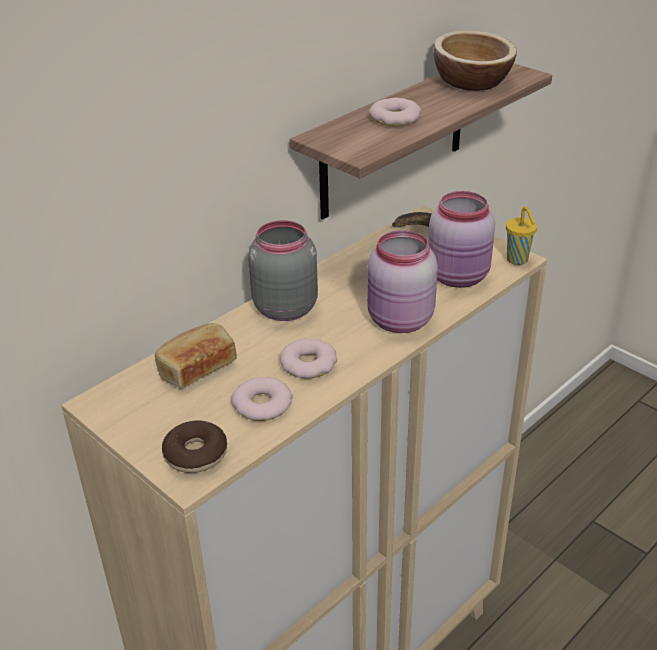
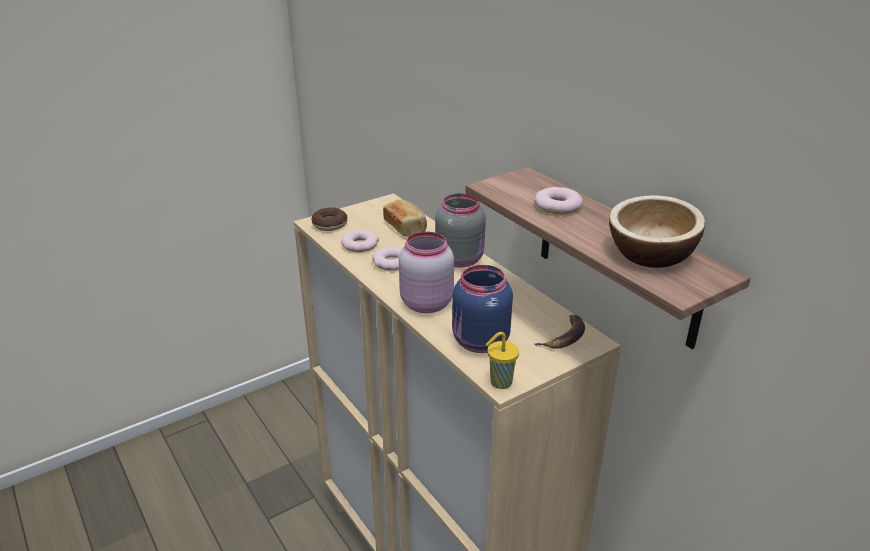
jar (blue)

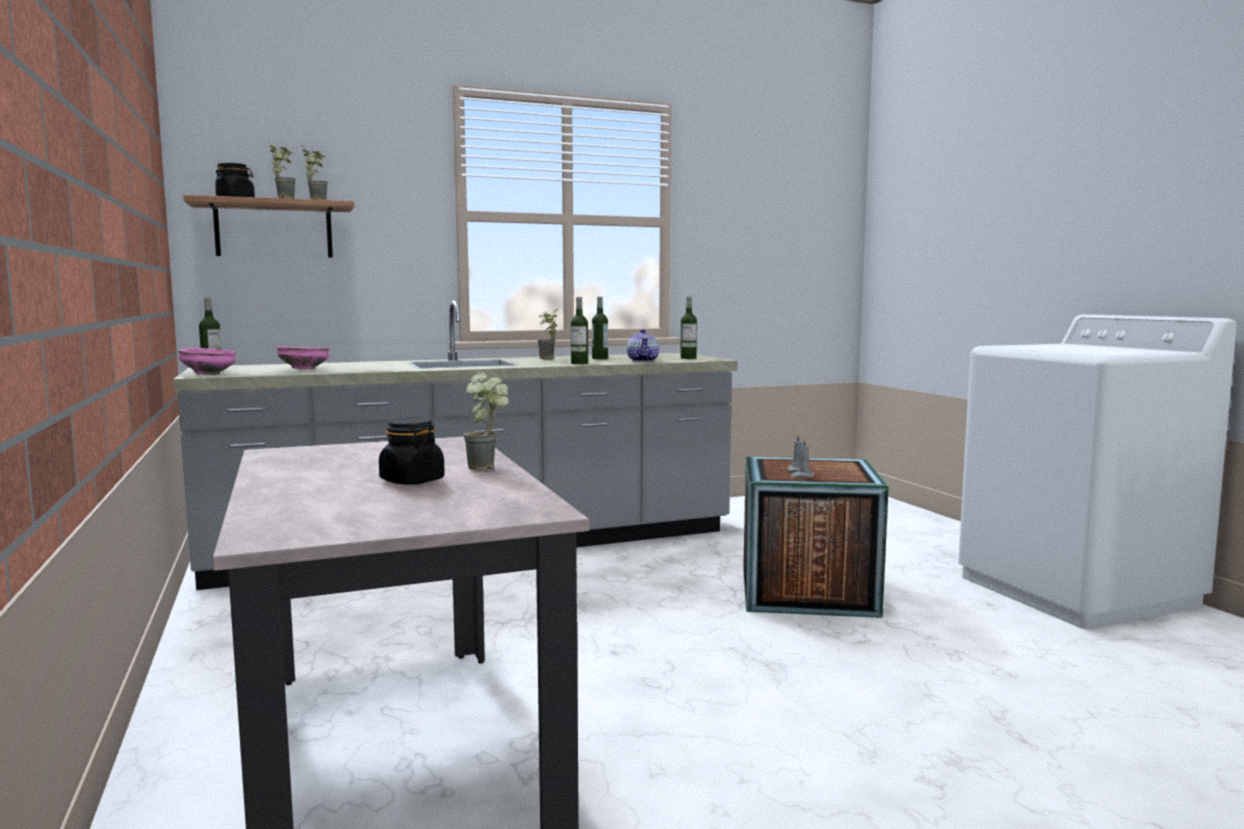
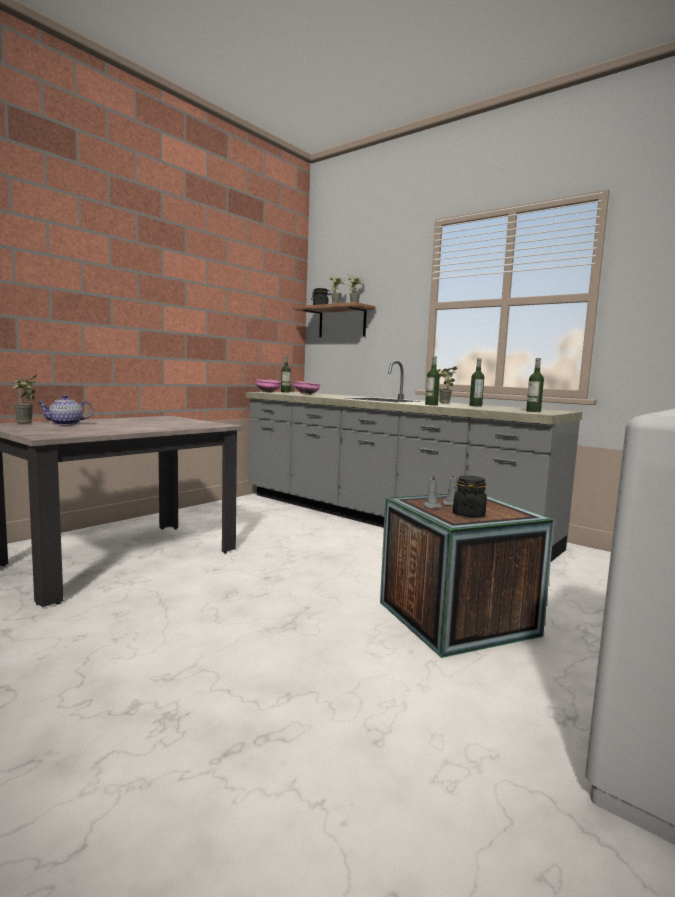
potted plant (no. 1 from left)
teapot
jar (black) (no. 2 from left)

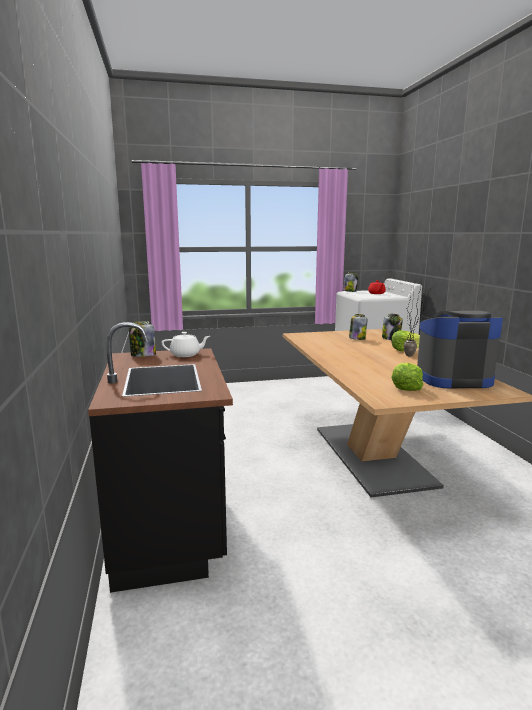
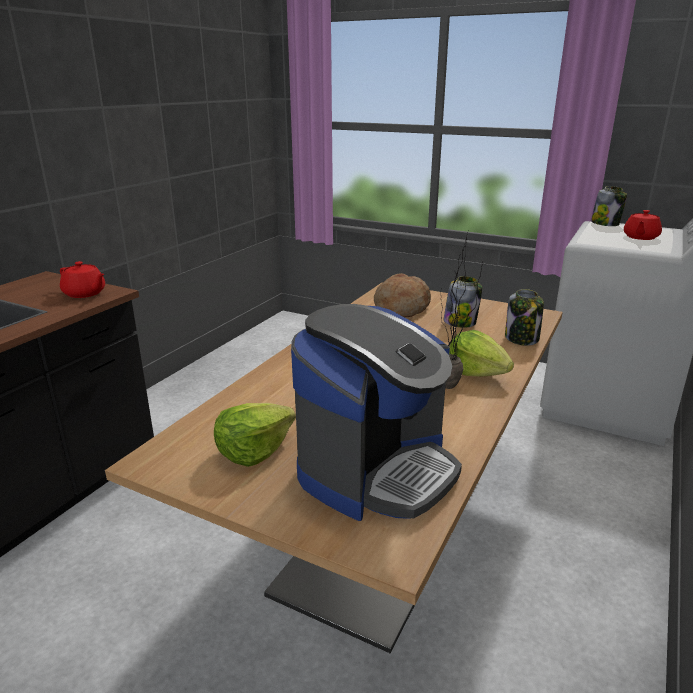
teapot (red) (no. 1 from left)
coffee machine
bread
jar (no. 1 from left in the first image)

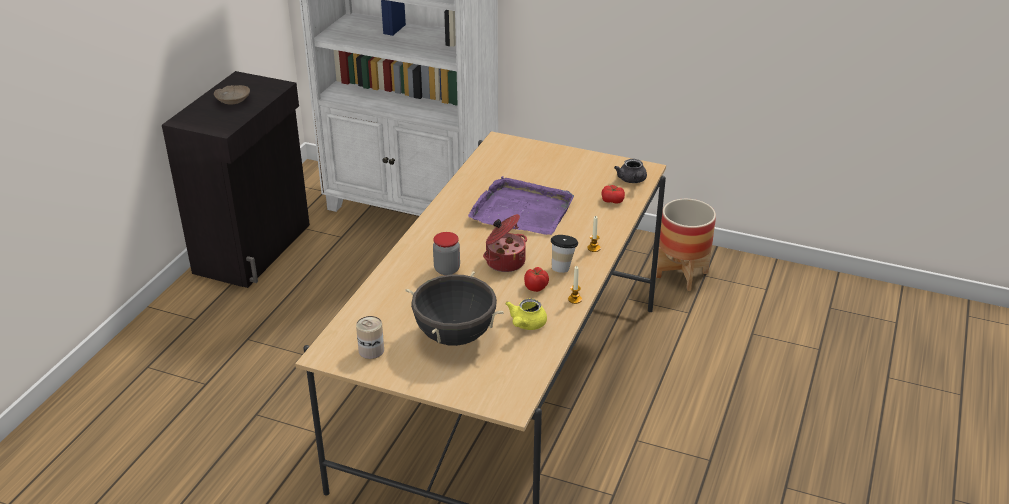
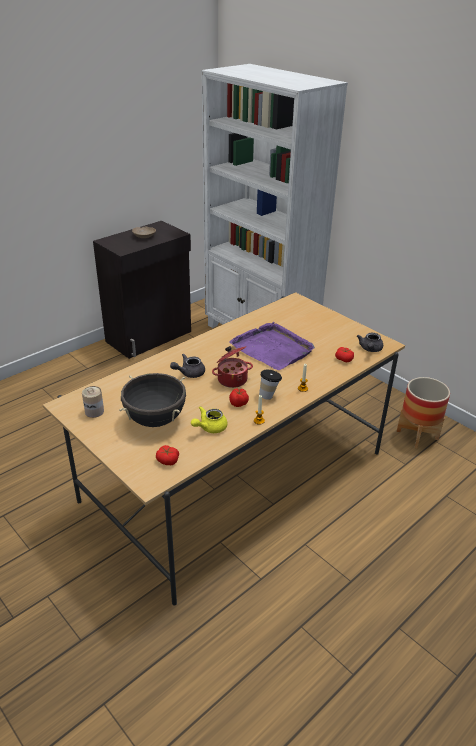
tomato (no. 1 from left)
teapot (grey) (no. 1 from left)

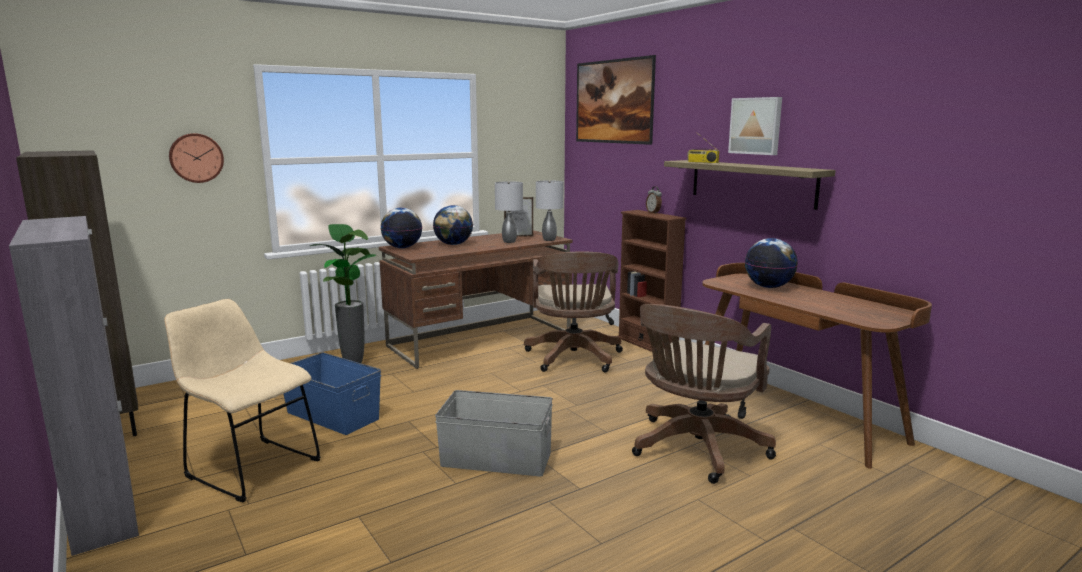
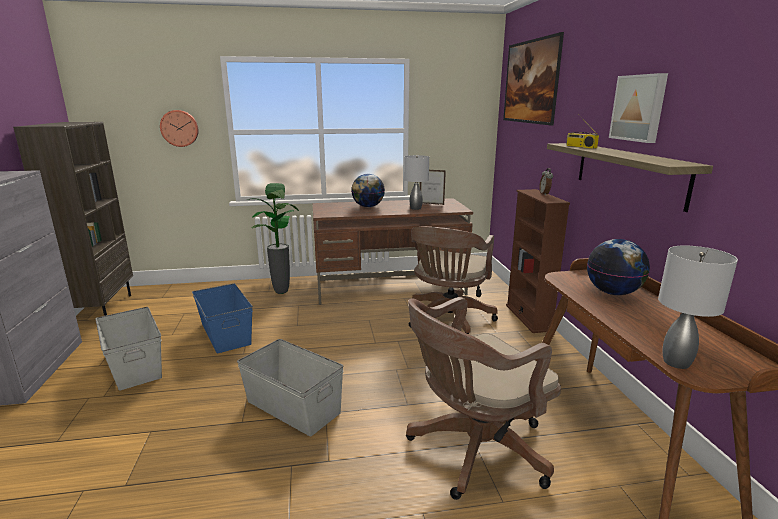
storage box (grey) (no. 1 from left)
table lamp (grey) (no. 2 from left)
globe (no. 1 from left in the first image)

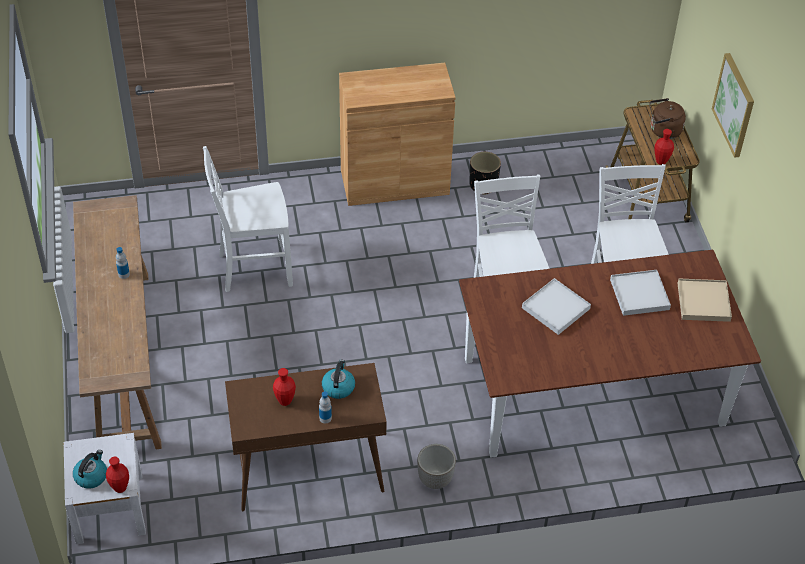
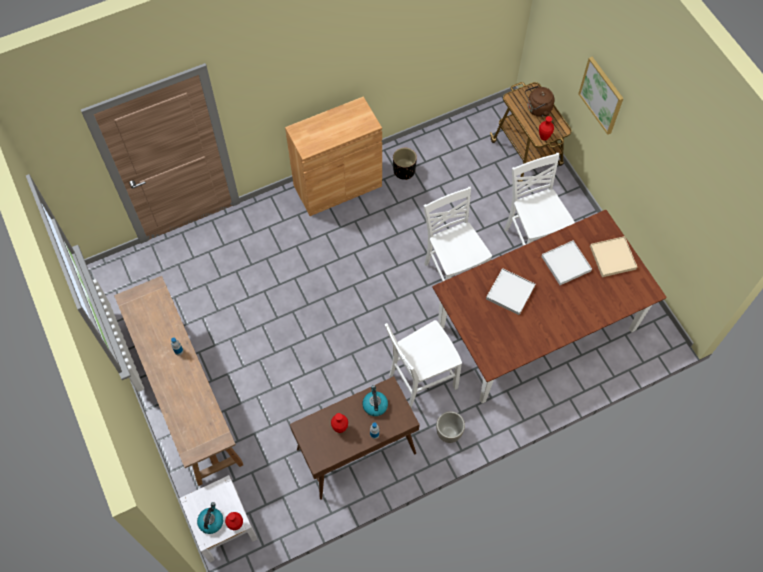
chair (white) (no. 1 from left)

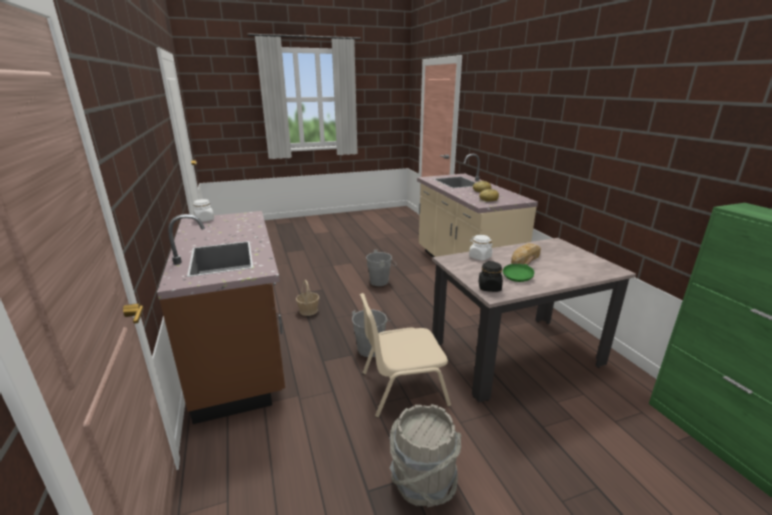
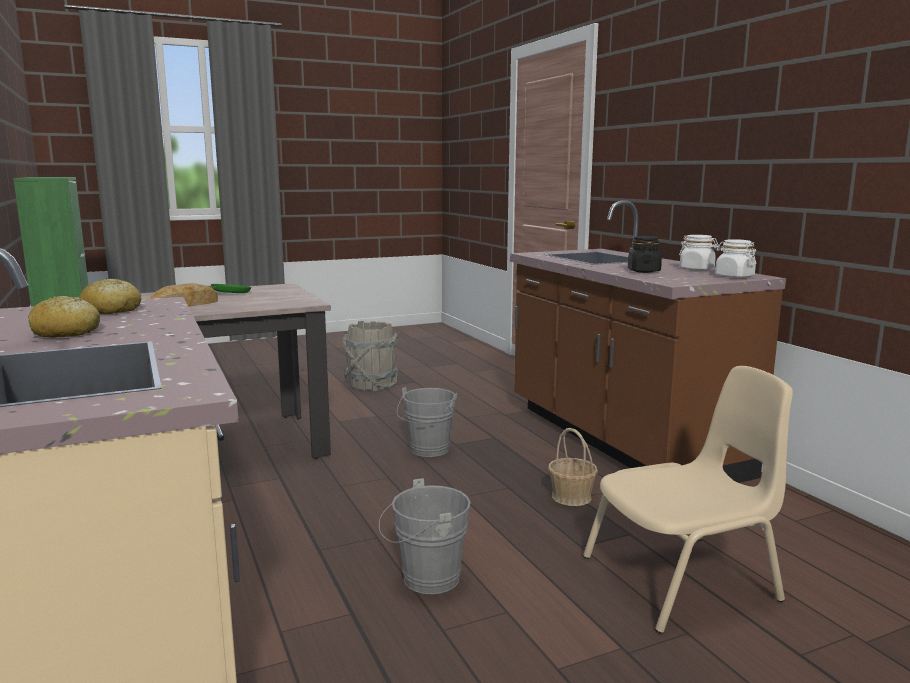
chair (beige)
jar (black)
jar (white) (no. 1 from left)

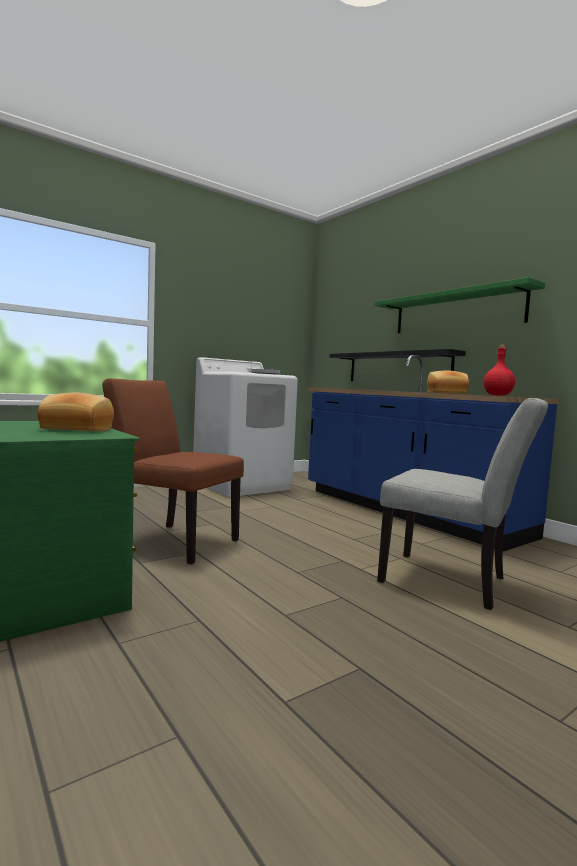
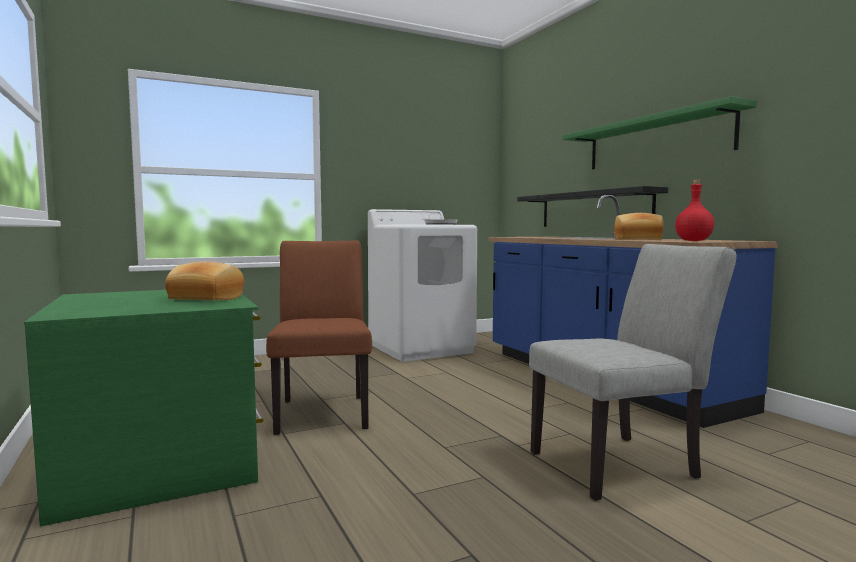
chair (brown)
chair (grey)

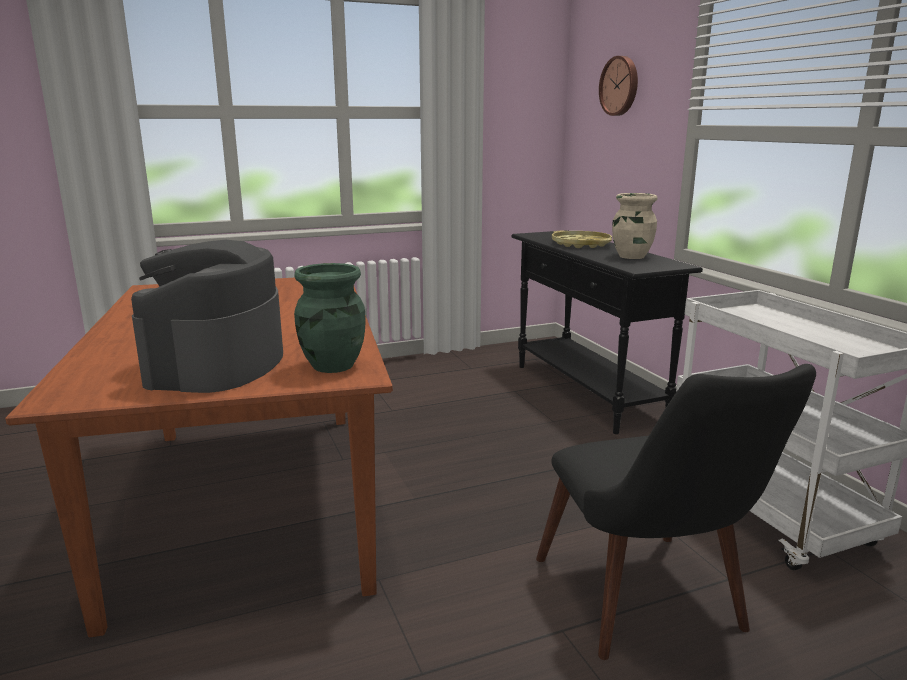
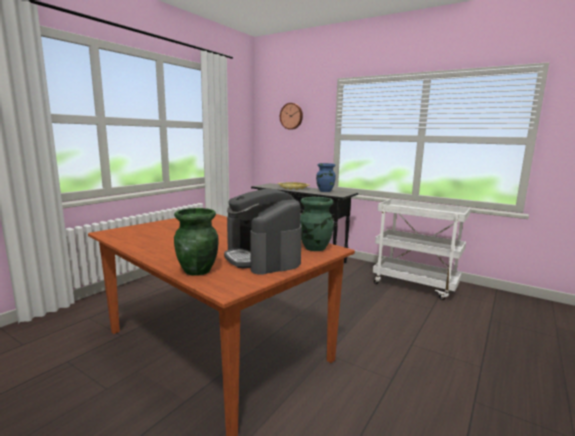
vase (green) (no. 1 from left)
vase (blue)
chair (black)

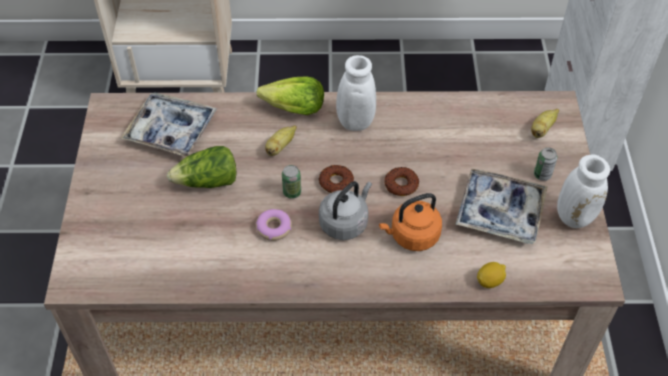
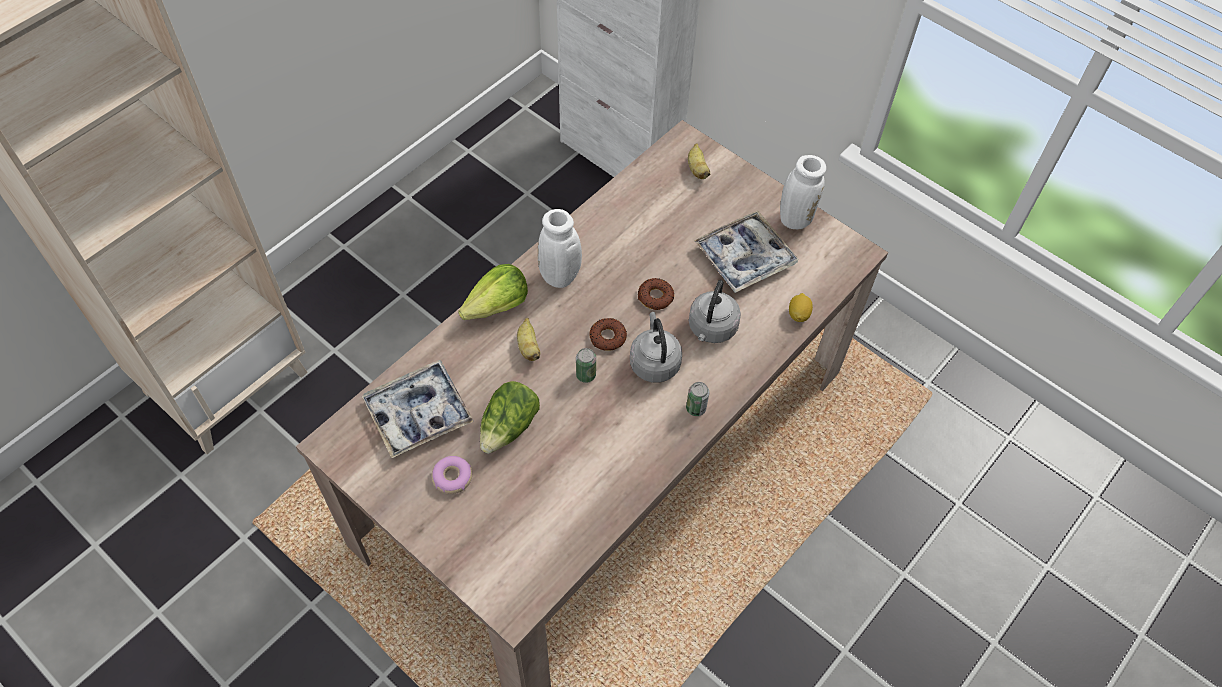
donut (no. 1 from left)
can (no. 2 from left)
kettle (grey) (no. 2 from left)

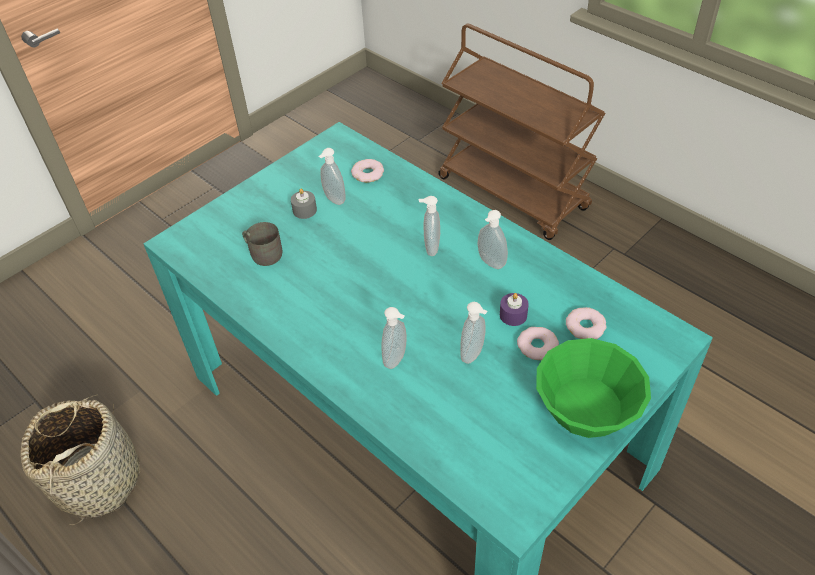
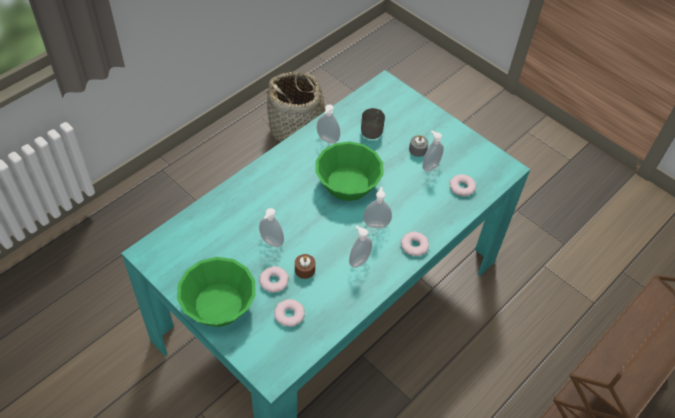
candle (brown)
bowl (green) (no. 2 from left)
soap dispenser (no. 2 from left)
donut (no. 3 from left)

